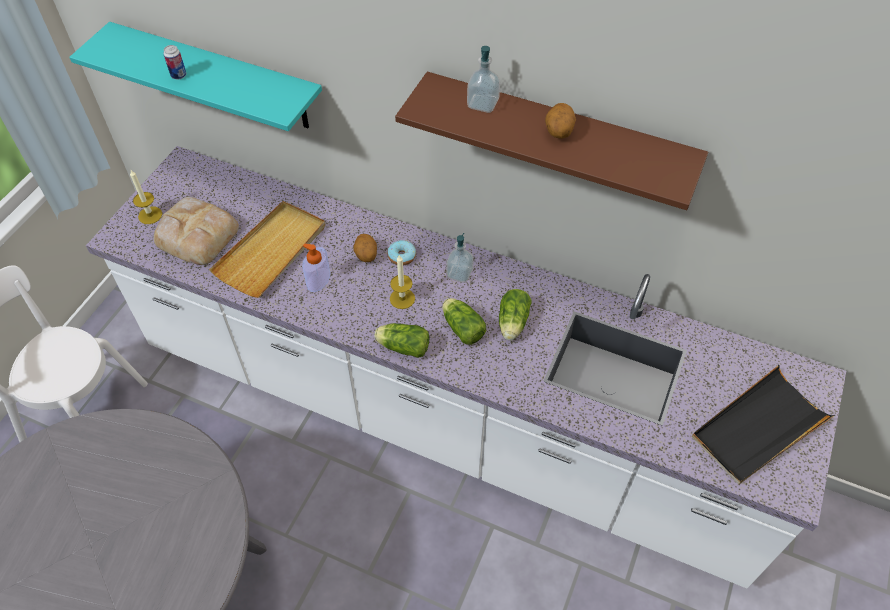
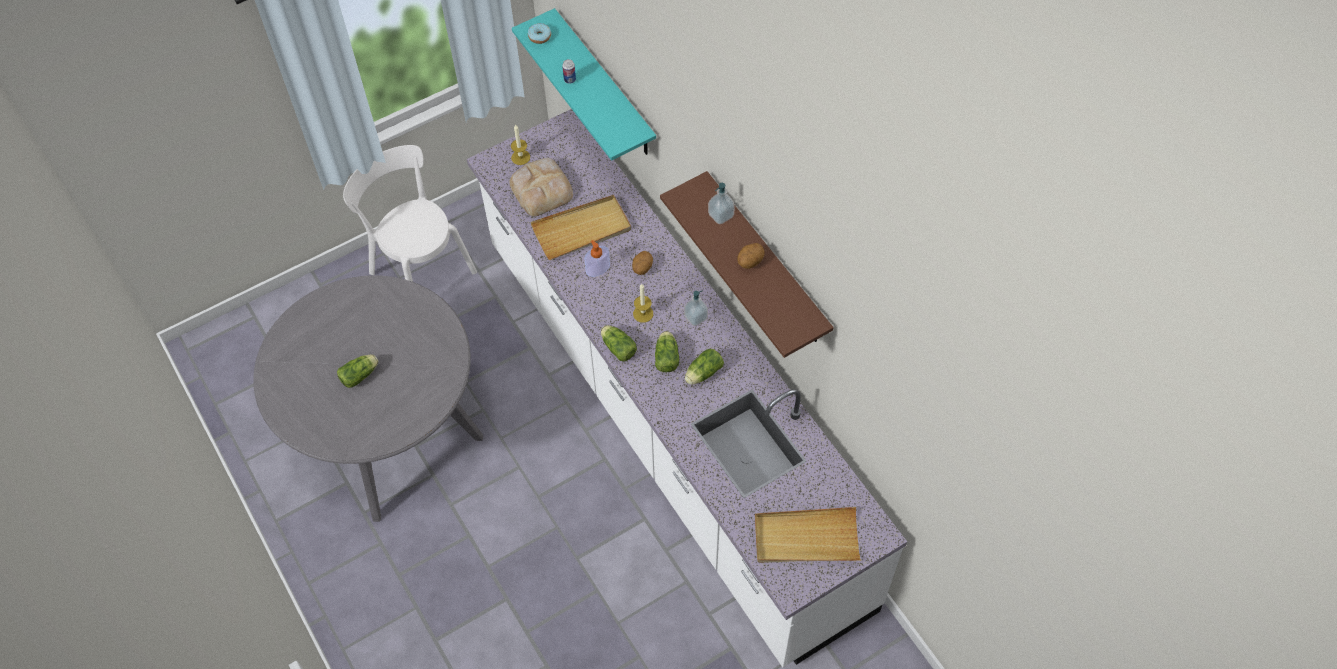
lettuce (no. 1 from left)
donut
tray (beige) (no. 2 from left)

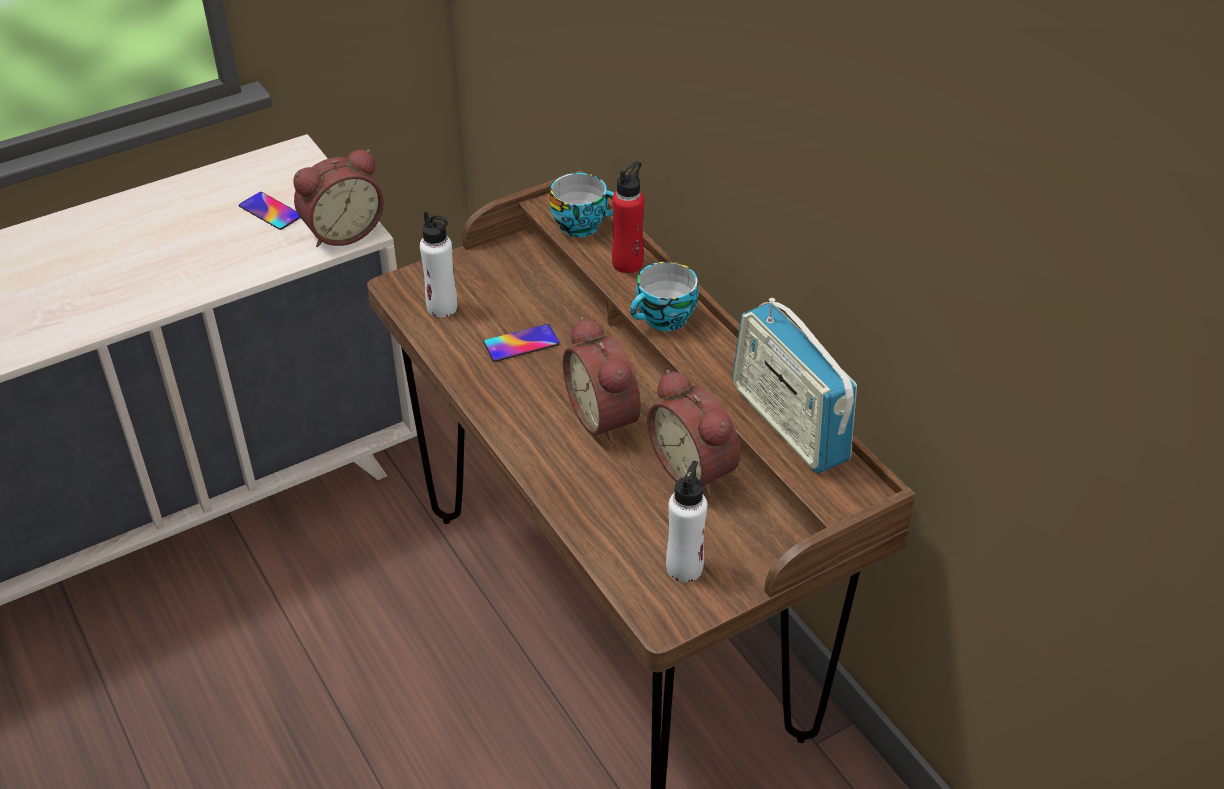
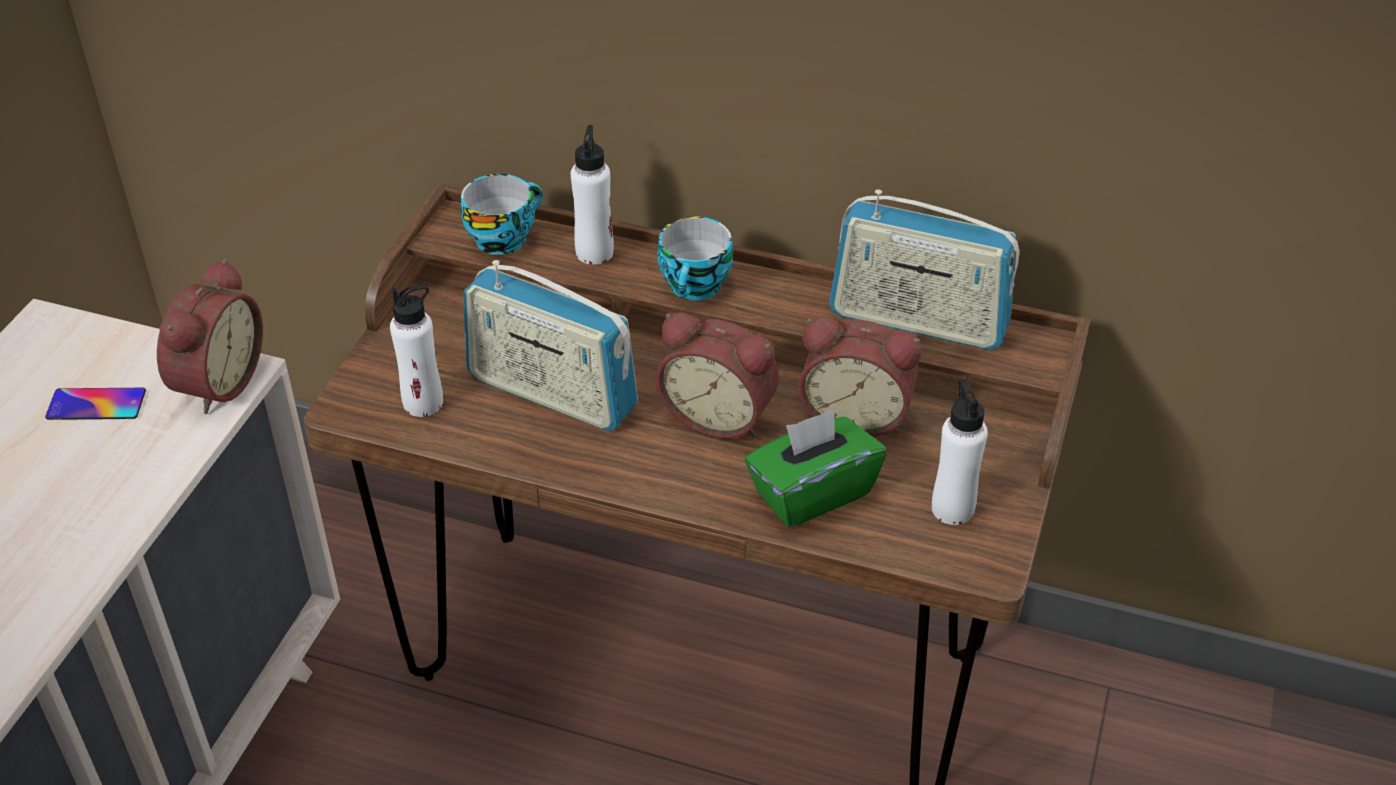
radio (no. 1 from left)
bottle (white) (no. 2 from left)
tissue box (green)

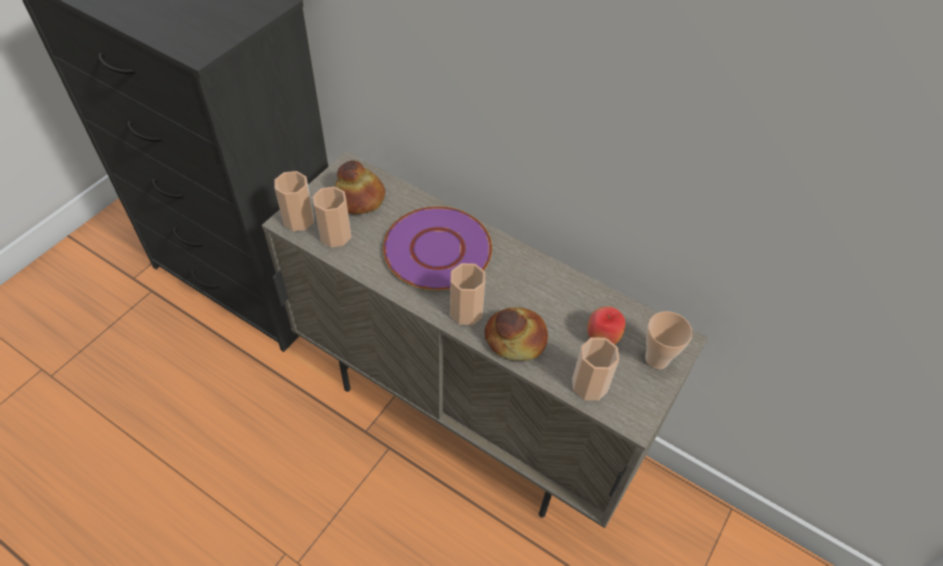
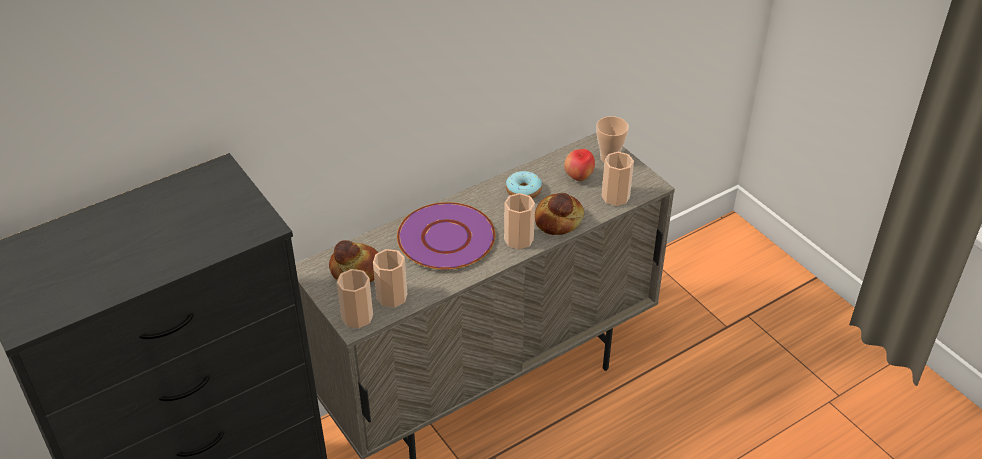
donut

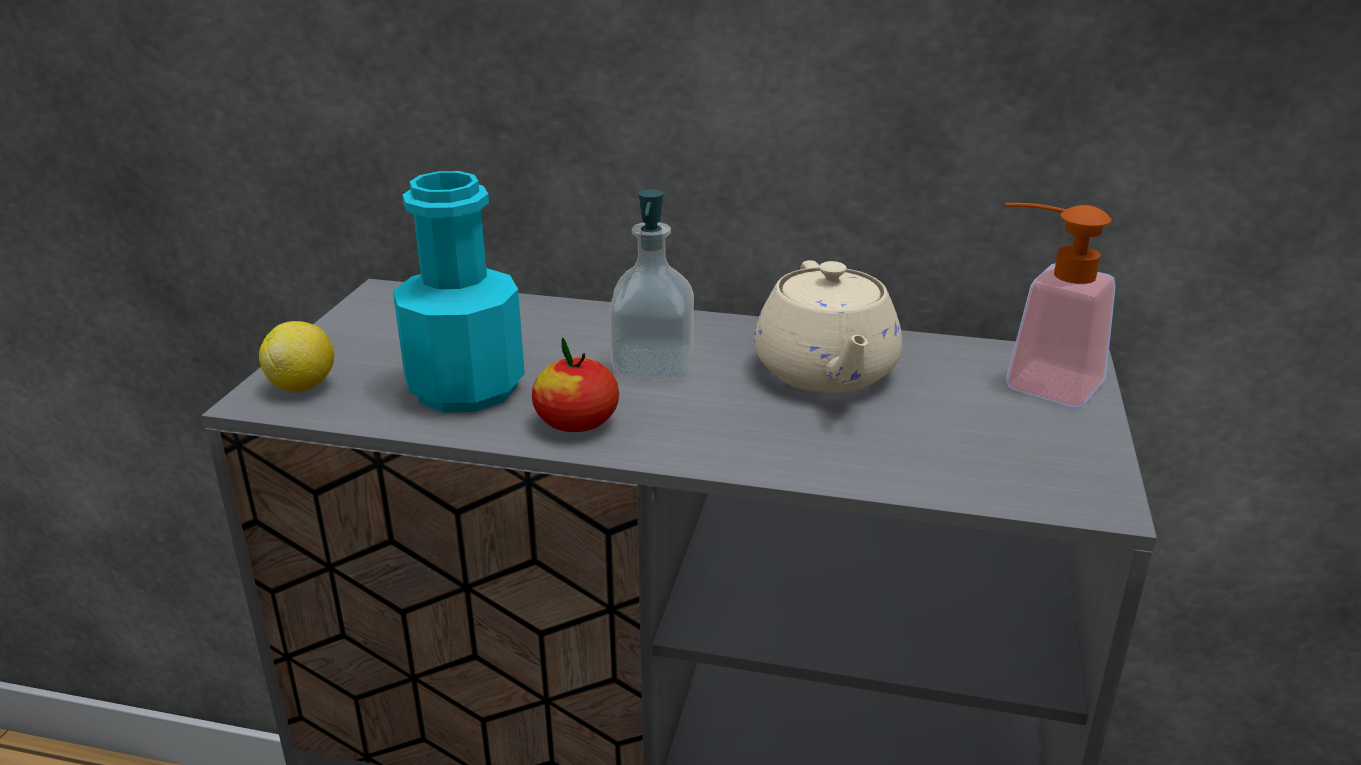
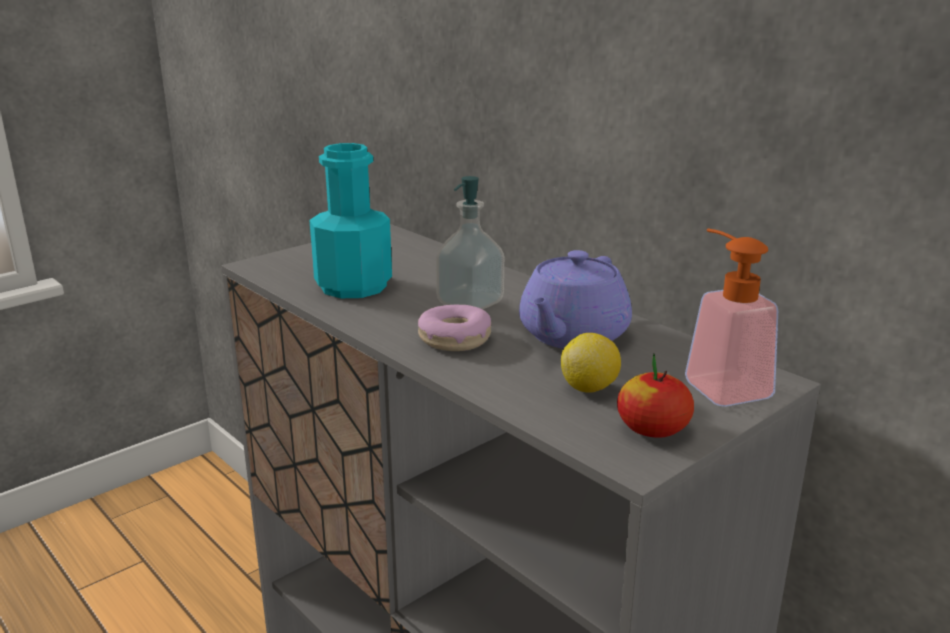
donut
teapot (purple)
lemon
apple

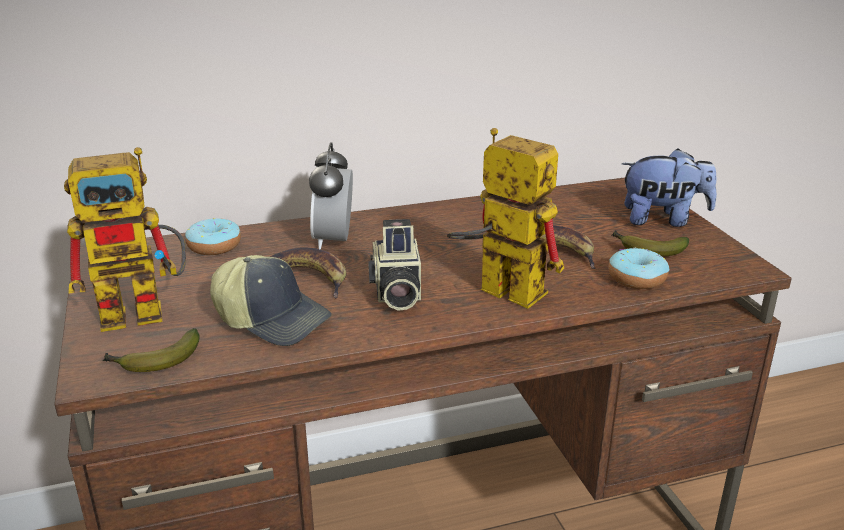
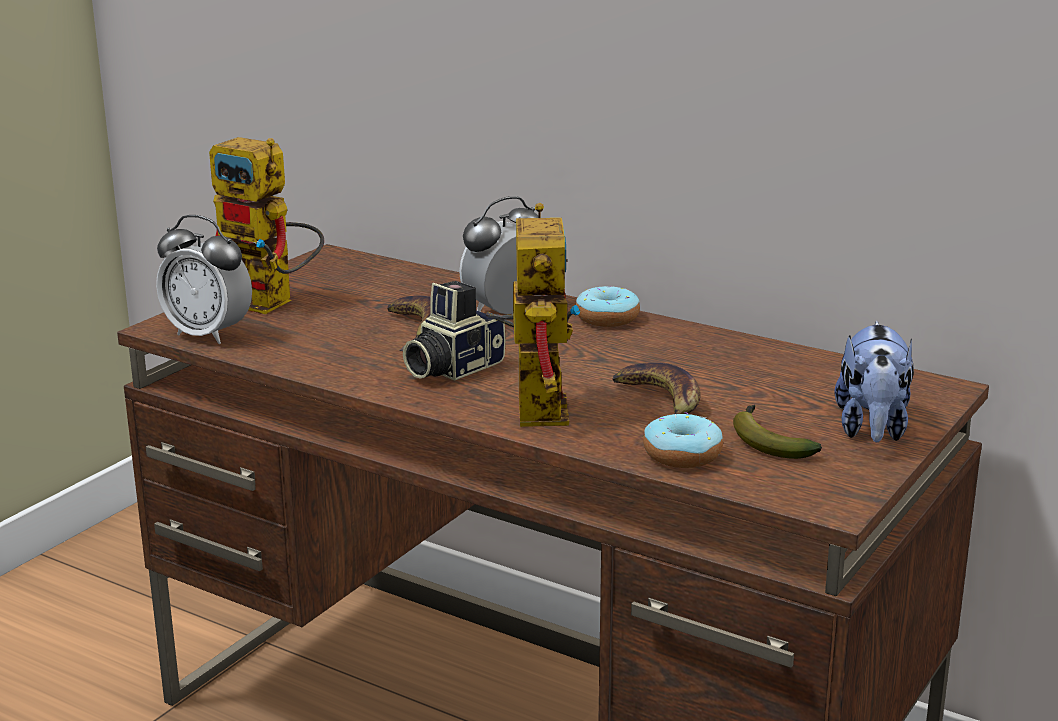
alarm clock (no. 1 from left)
donut (no. 1 from left)
plush toy
cap

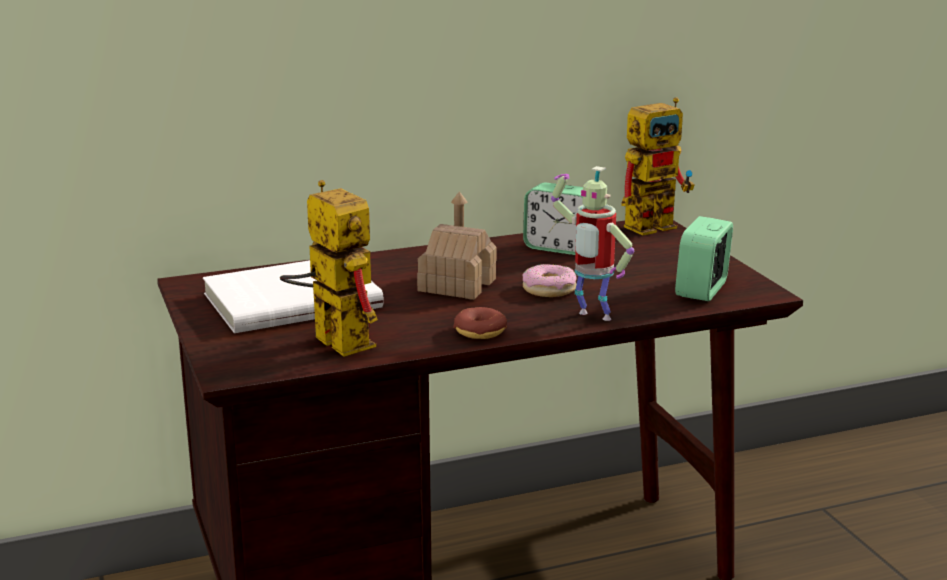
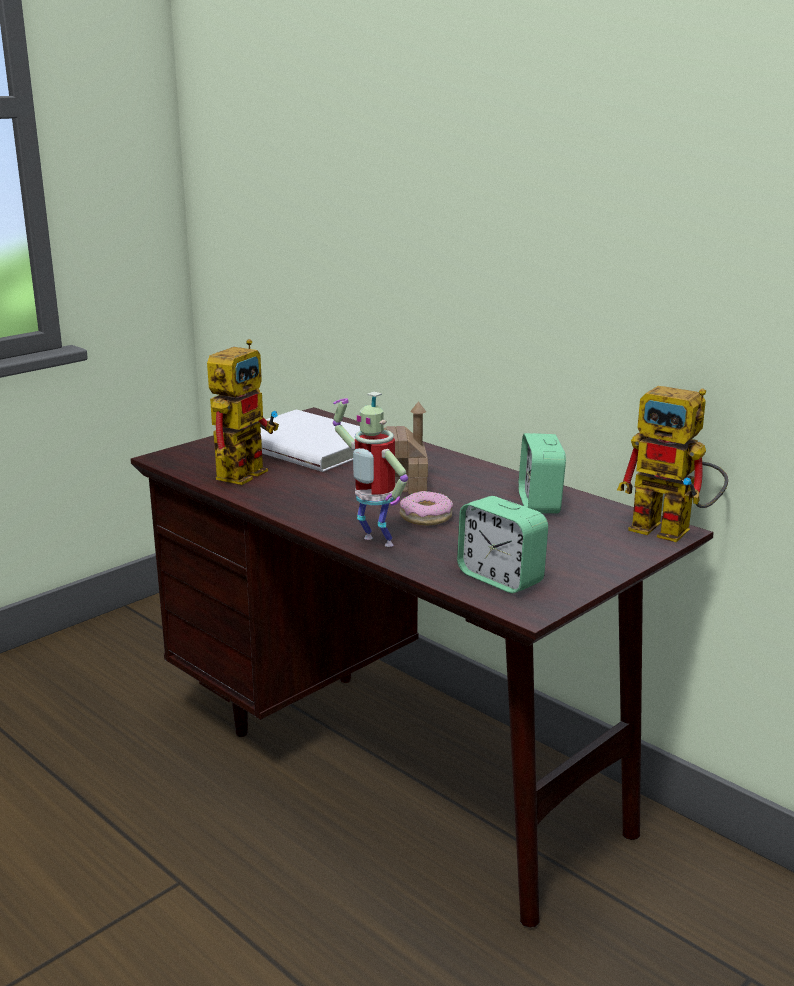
toy robot (no. 2 from left)
alarm clock (no. 1 from left)
donut (no. 1 from left in the first image)

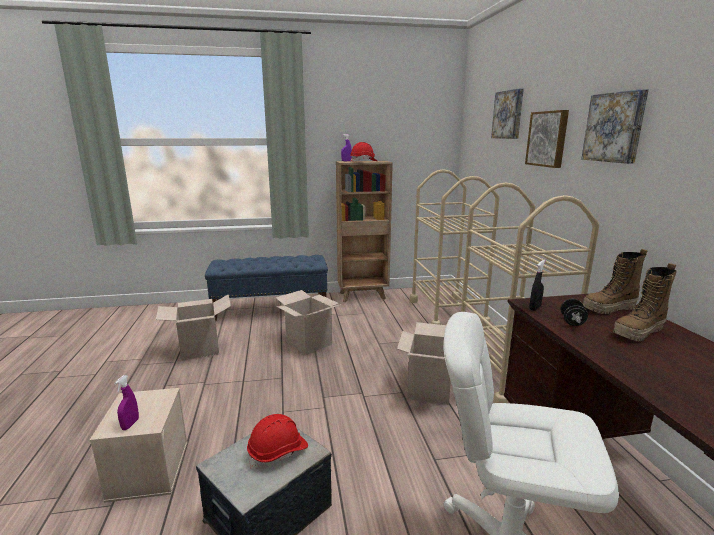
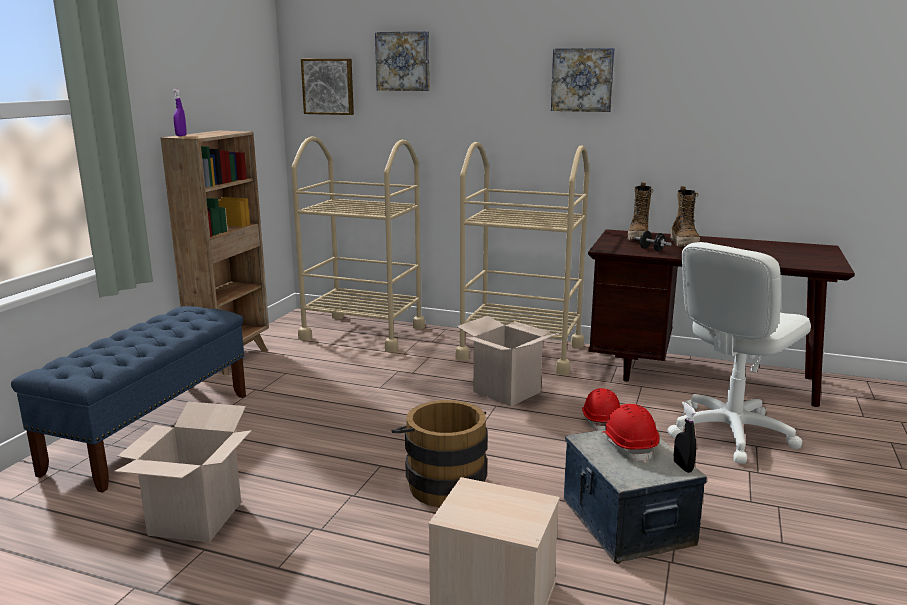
picture (no. 1 from left)
bucket (brown)
hard hat (red) (no. 1 from left)
spray bottle (black)
spray bottle (purple) (no. 1 from left in the first image)
cardboard box (no. 2 from left in the first image)

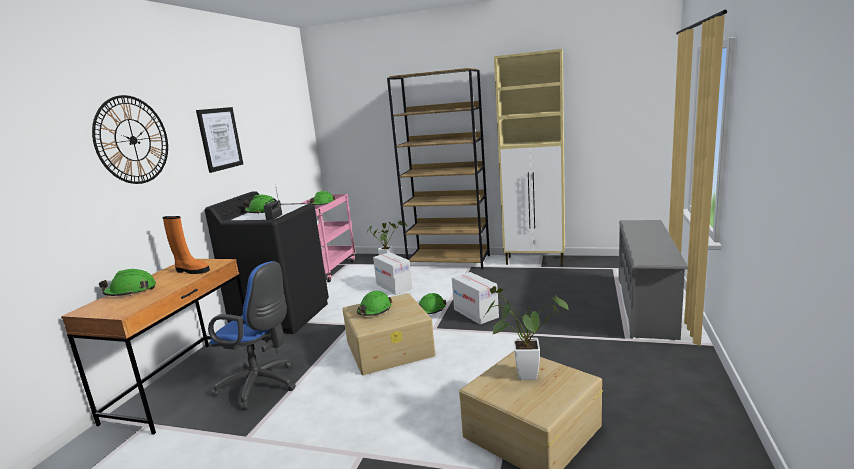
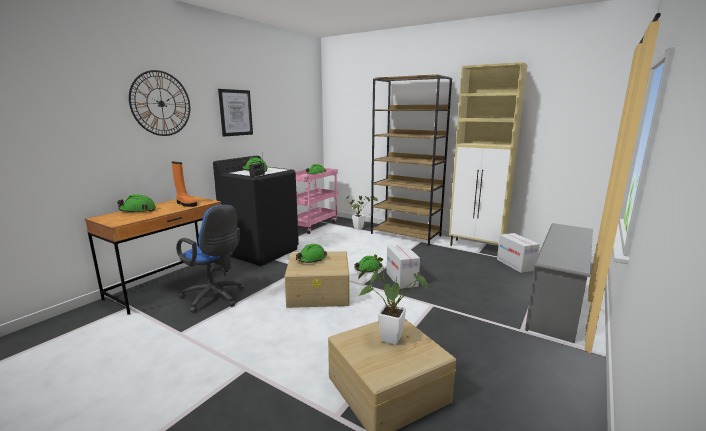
cardboard box (no. 2 from left)

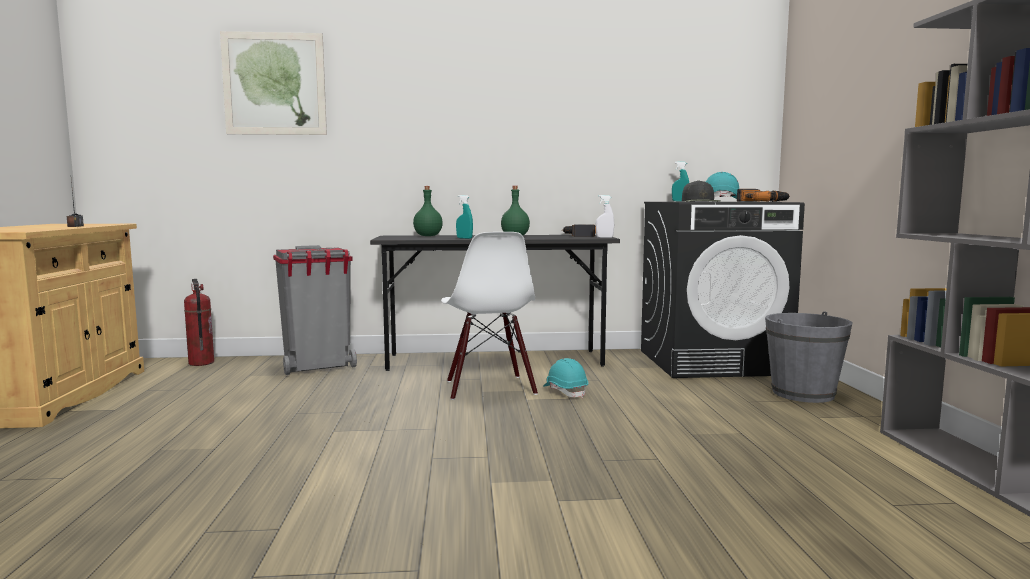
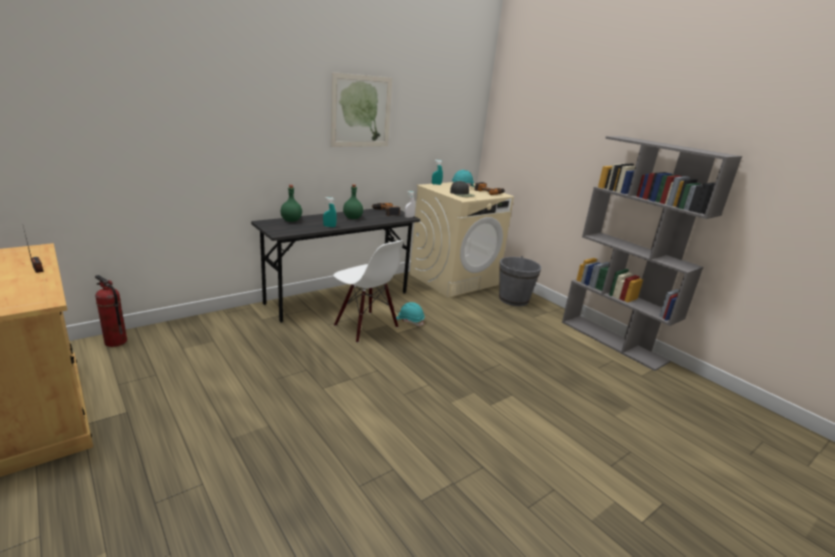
picture
washing machine (beige)
trash can (grey)

